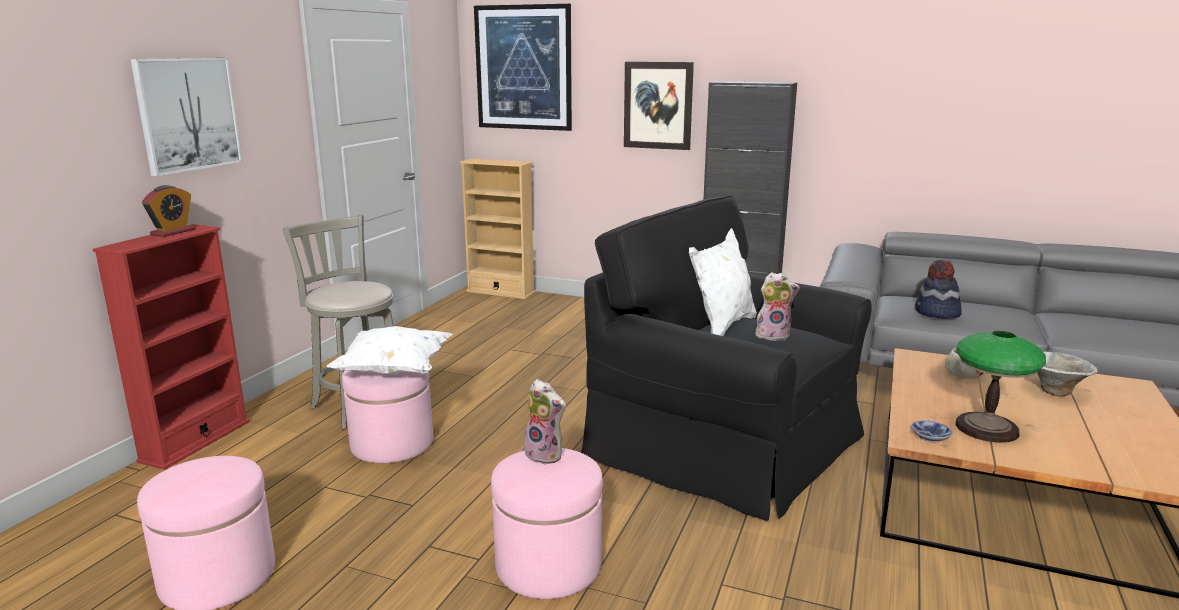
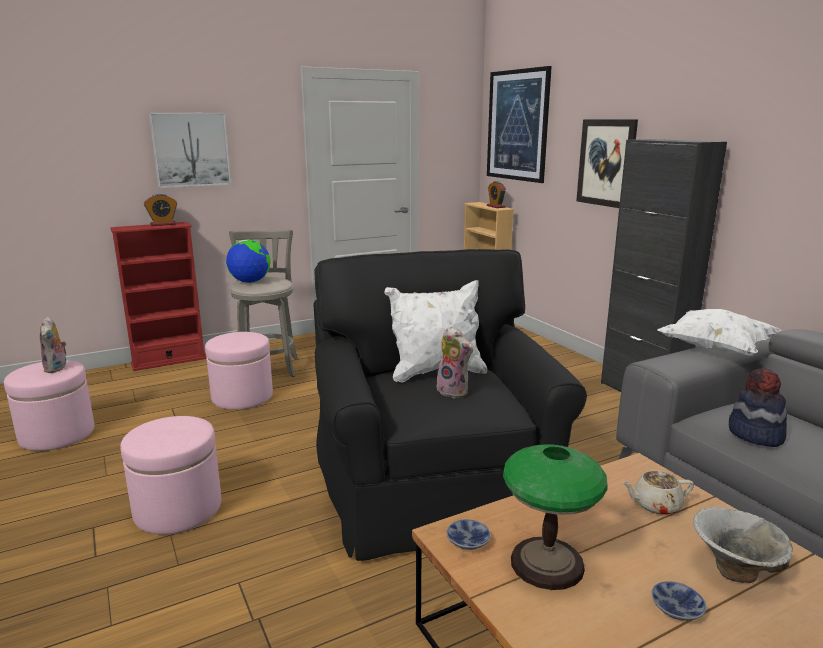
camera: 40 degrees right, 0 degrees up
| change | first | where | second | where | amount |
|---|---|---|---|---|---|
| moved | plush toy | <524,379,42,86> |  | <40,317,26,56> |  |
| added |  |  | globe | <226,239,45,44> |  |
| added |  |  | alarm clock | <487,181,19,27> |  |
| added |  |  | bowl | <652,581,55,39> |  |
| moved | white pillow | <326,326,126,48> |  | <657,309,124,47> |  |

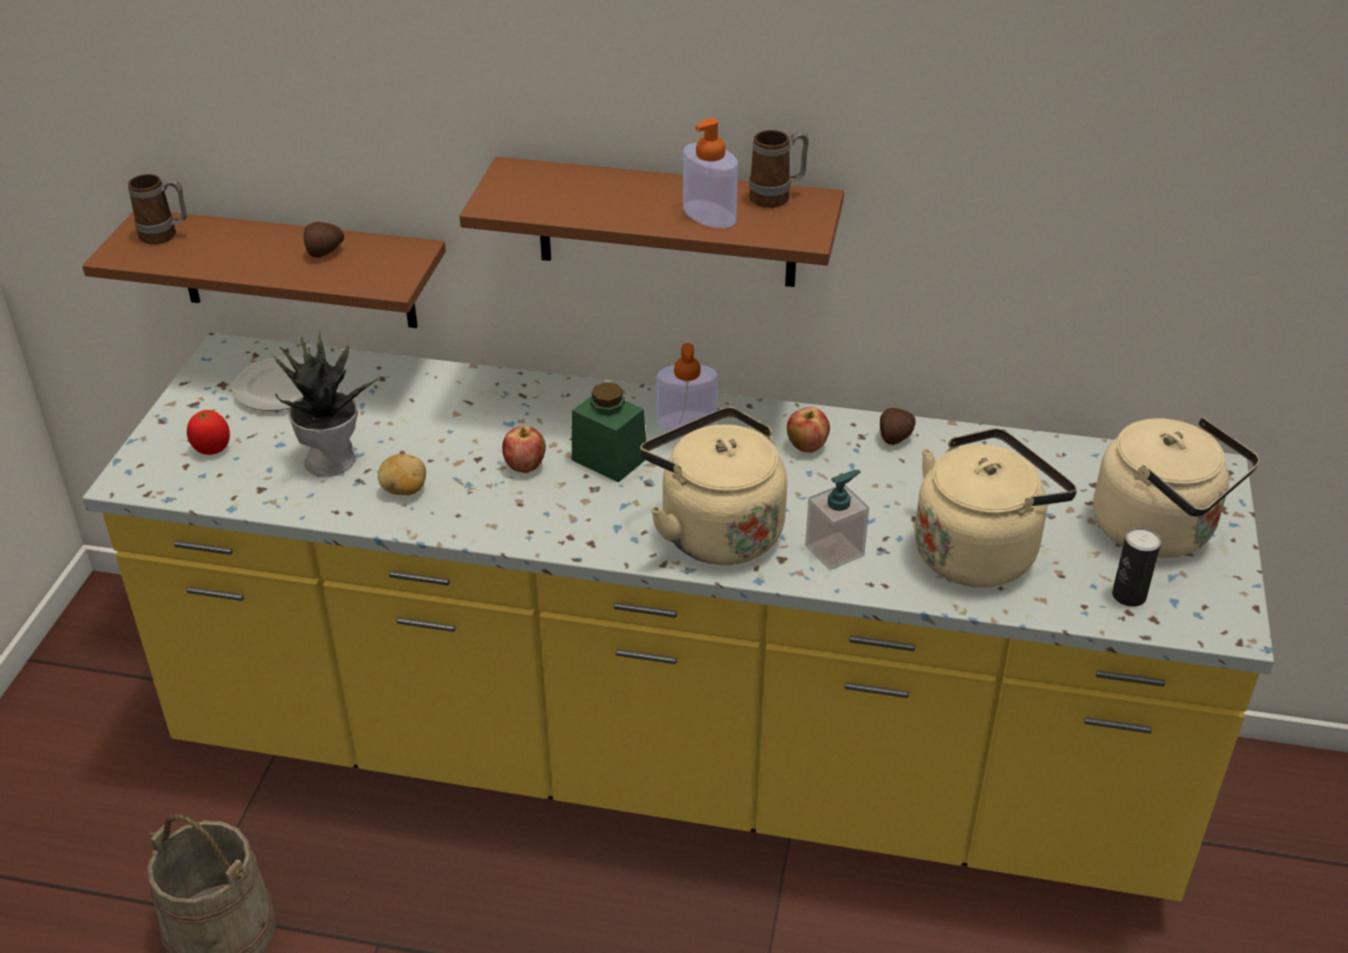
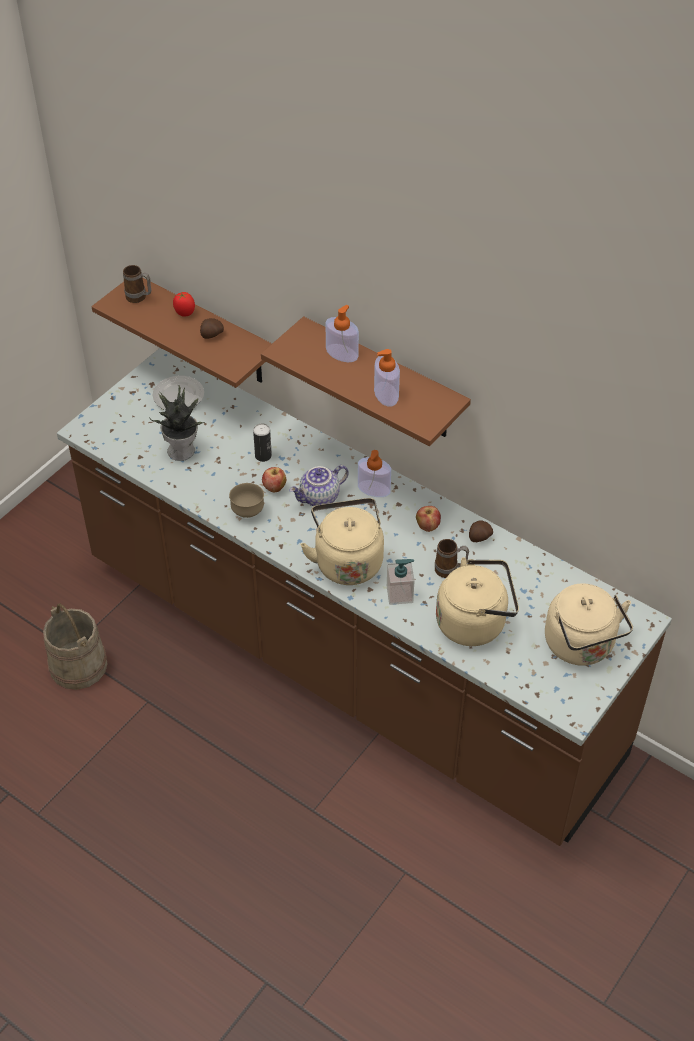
camera: 25 degrees right, 10 degrees up
| change | first | where | second | where | amount |
|---|---|---|---|---|---|
| recoloured | yellow counter | <83,333,1191,568> | brown counter | <57,348,615,498> |  |
| moved | tomato | <187,410,43,45> |  | <173,292,22,25> |  |
| added |  |  | brown bowl | <229,483,35,35> |  |
| moved | can | <1112,527,49,80> |  | <253,423,19,39> |  |
| replaced | green jar | <572,382,74,101> | teapot | <289,465,60,41> |  |
| added |  |  | soap dispenser | <325,305,34,57> |  |
| moved | mug | <749,130,60,78> |  | <435,539,34,39> |  |
| removed | potato | <378,454,48,41> |  |  |  |

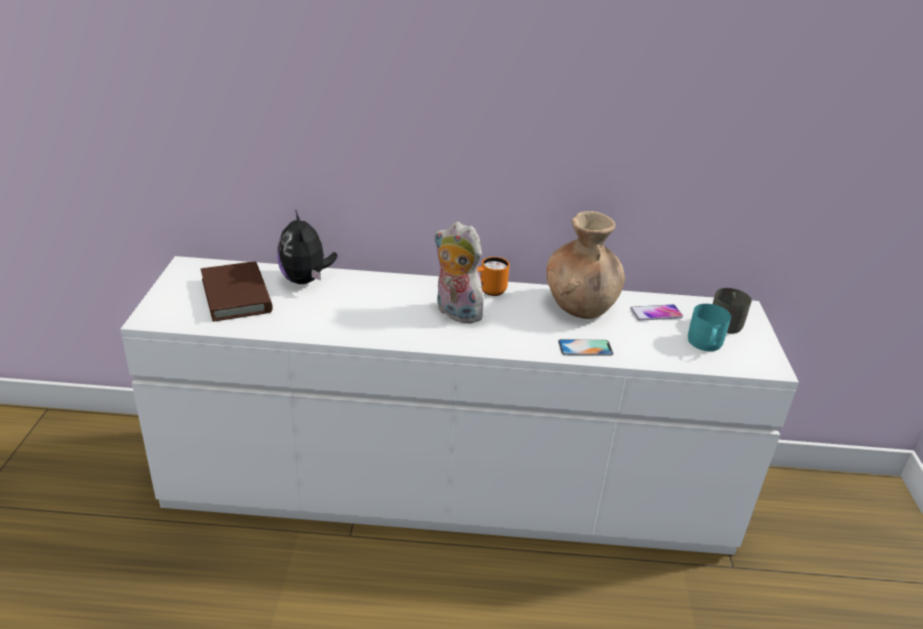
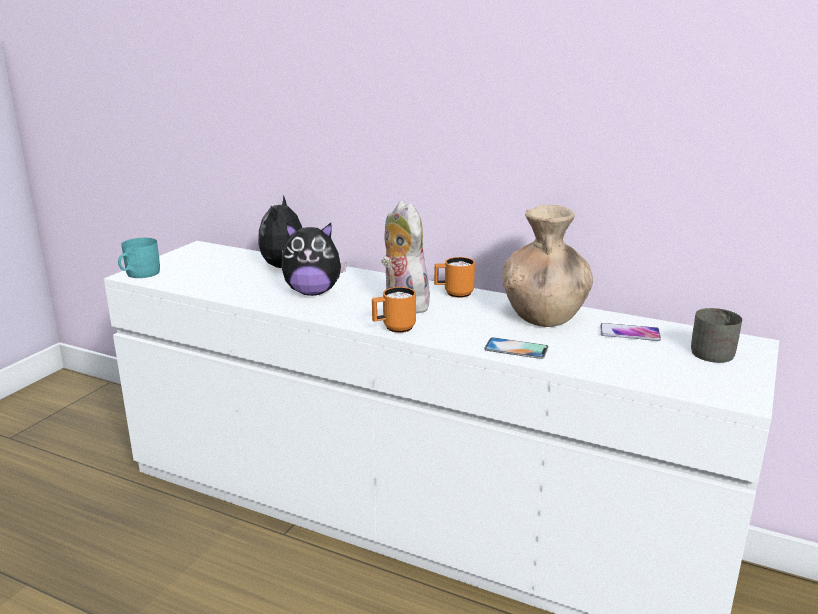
camera: 25 degrees right, 10 degrees down
| change | first | where | second | where | amount |
|---|---|---|---|---|---|
| moved | turquoise mug | <688,304,43,47> |  | <118,238,42,40> |  |
| added |  |  | plush toy | <281,223,66,73> |  |
| added |  |  | orange mug | <372,287,44,46> |  |
| removed | brown book | <201,262,72,60> |  |  |  |

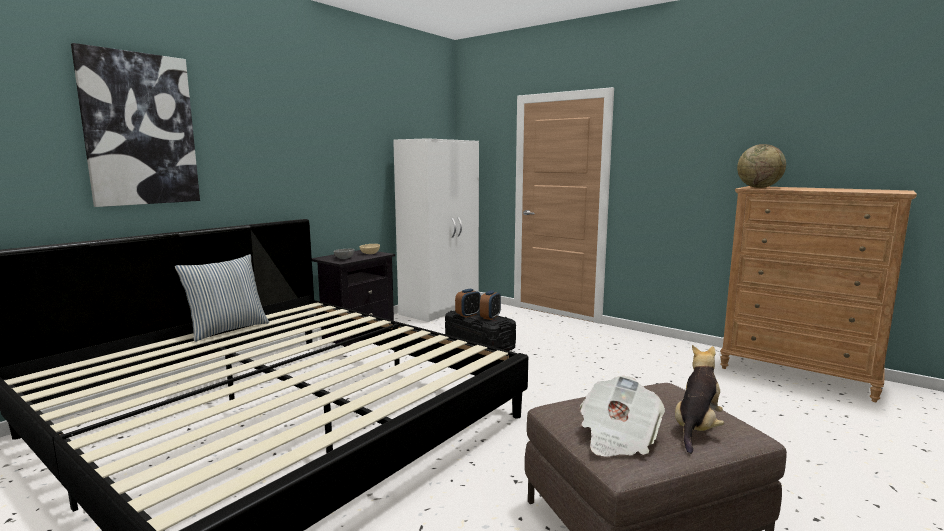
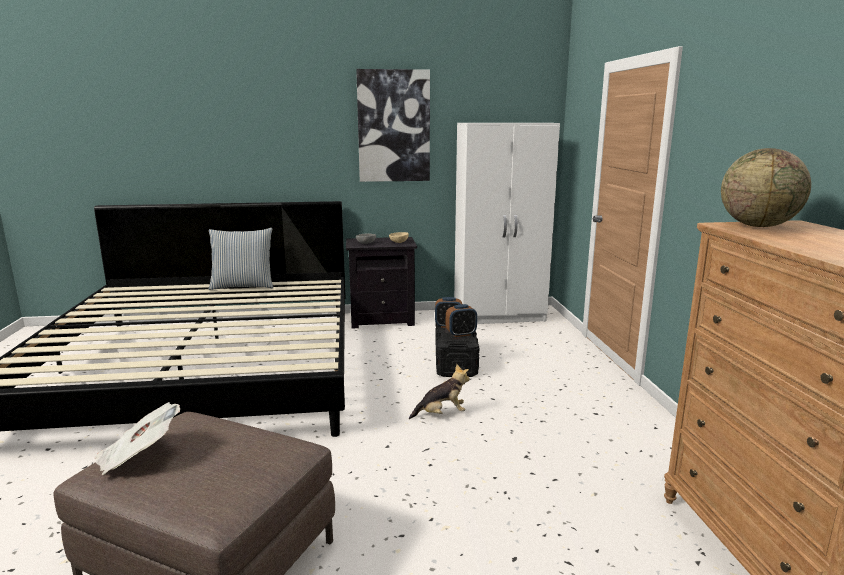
camera: 45 degrees right, 5 degrees up
| change | first | where | second | where | amount |
|---|---|---|---|---|---|
| moved | picture | <71,43,129,164> |  | <356,69,74,113> |  |
| moved | plush toy | <675,345,49,109> |  | <409,364,61,55> |  |

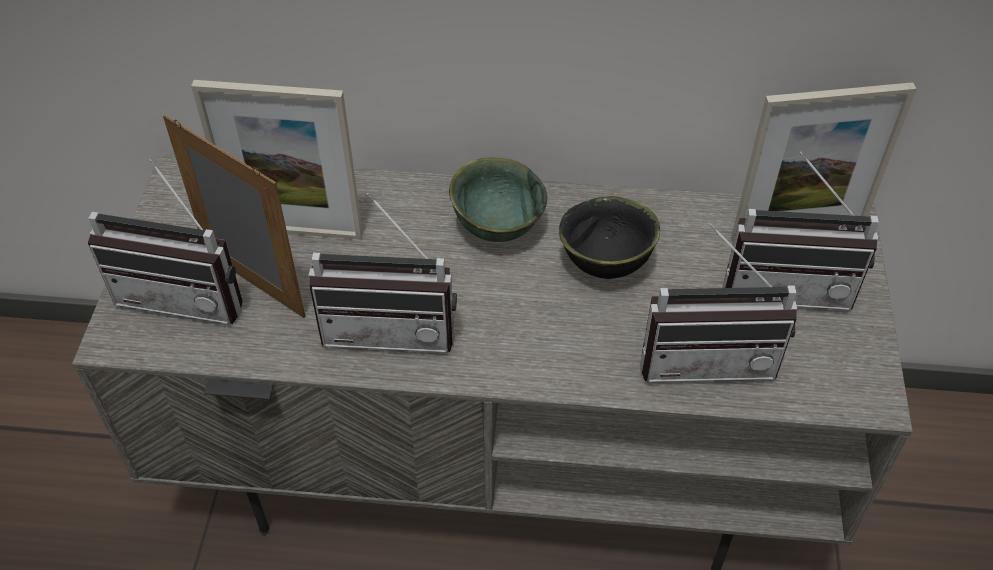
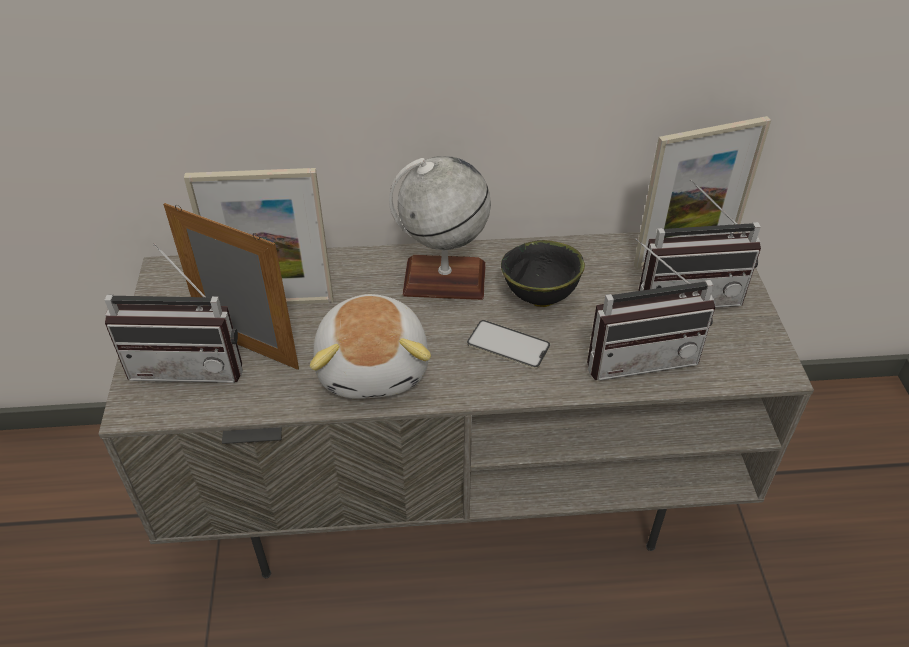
camera: 10 degrees left, 5 degrees down
| change | first | where | second | where | amount |
|---|---|---|---|---|---|
| replaced | radio | <308,193,149,160> | plush toy | <310,294,121,105> |  |
| replaced | green bowl | <449,158,99,84> | globe | <389,156,102,144> |  |
| added |  |  | phone | <467,320,83,49> |  |

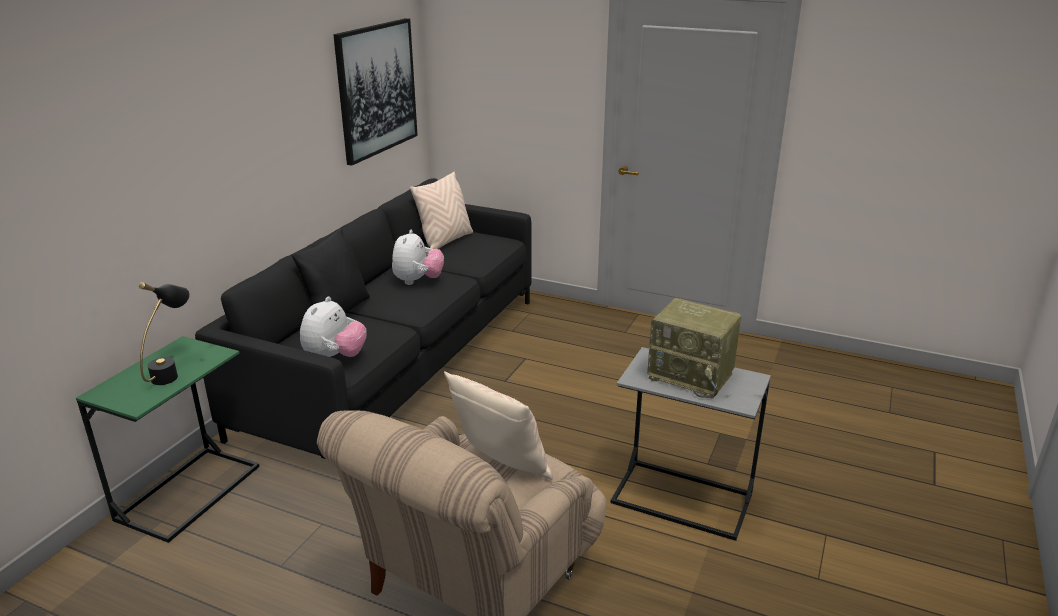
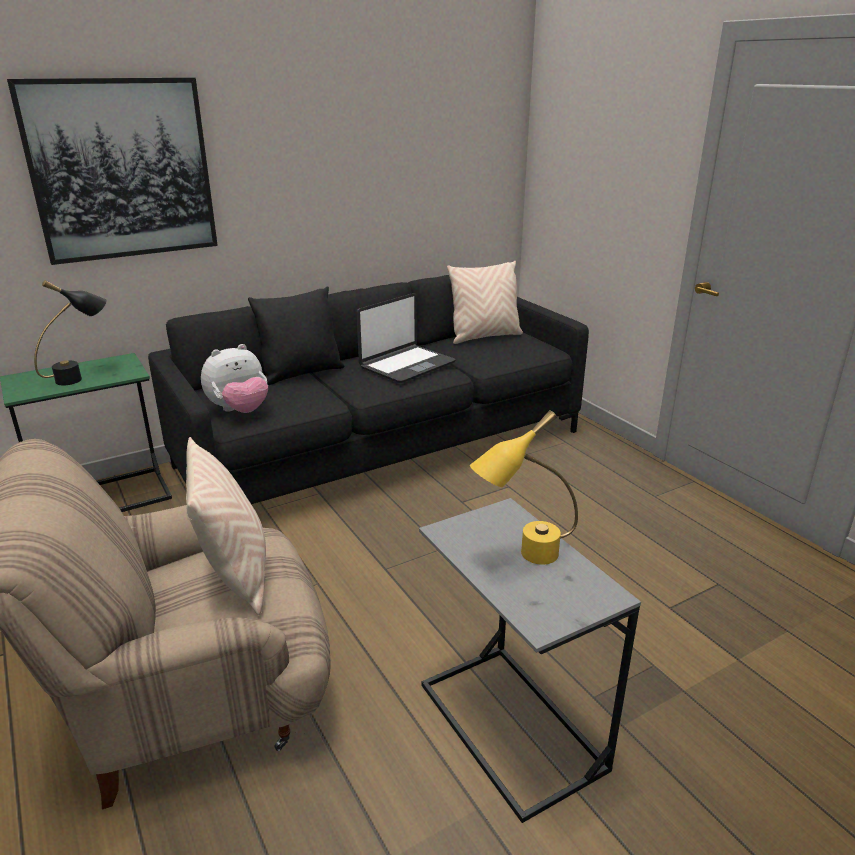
camera: 35 degrees right, 0 degrees up
| change | first | where | second | where | amount |
|---|---|---|---|---|---|
| moved | picture | <333,18,85,147> |  | <7,78,211,187> |  |
| replaced | plush toy | <392,230,52,55> | laptop | <356,293,100,90> |  |
| replaced | radio | <647,298,95,101> | yellow table lamp | <470,410,108,155> |  |

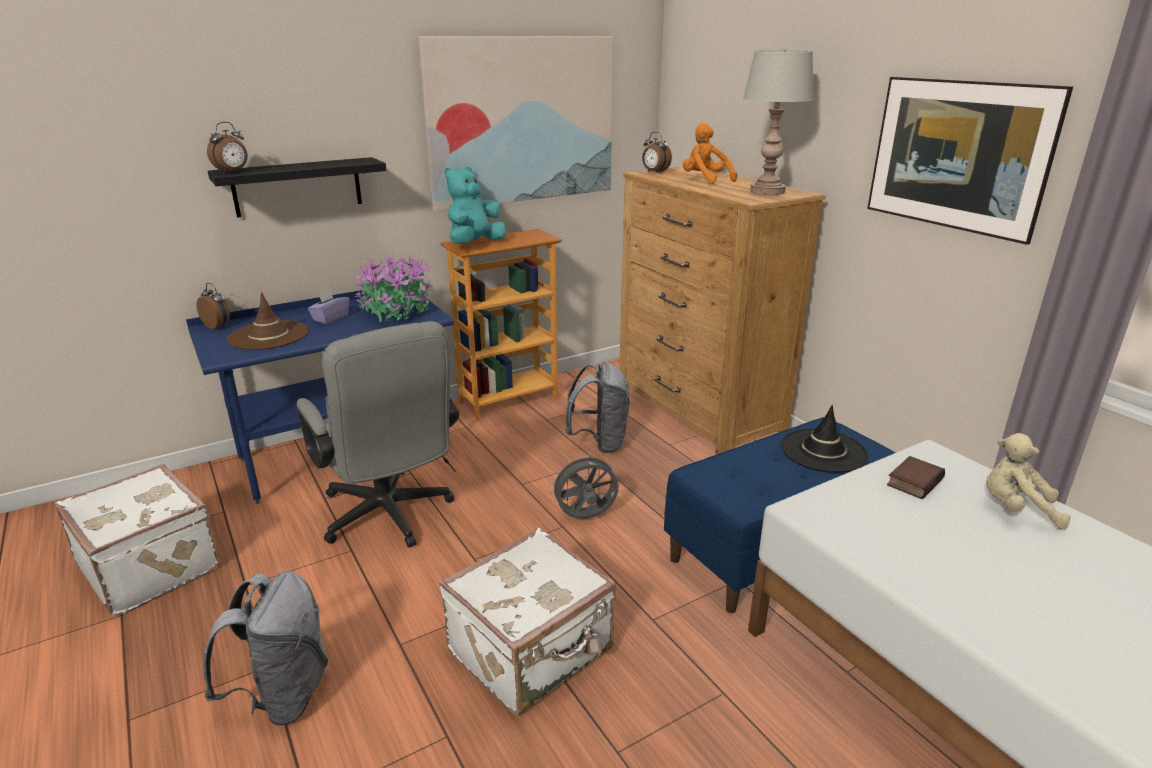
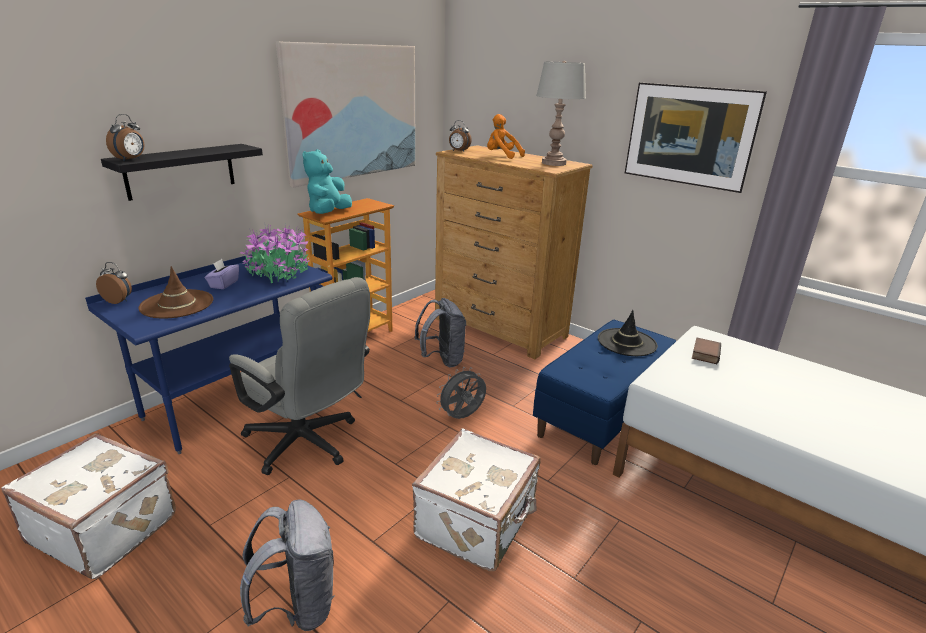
camera: 20 degrees left, 0 degrees up
| change | first | where | second | where | amount |
|---|---|---|---|---|---|
| removed | beige plush toy | <986,433,85,96> |  |  |  |

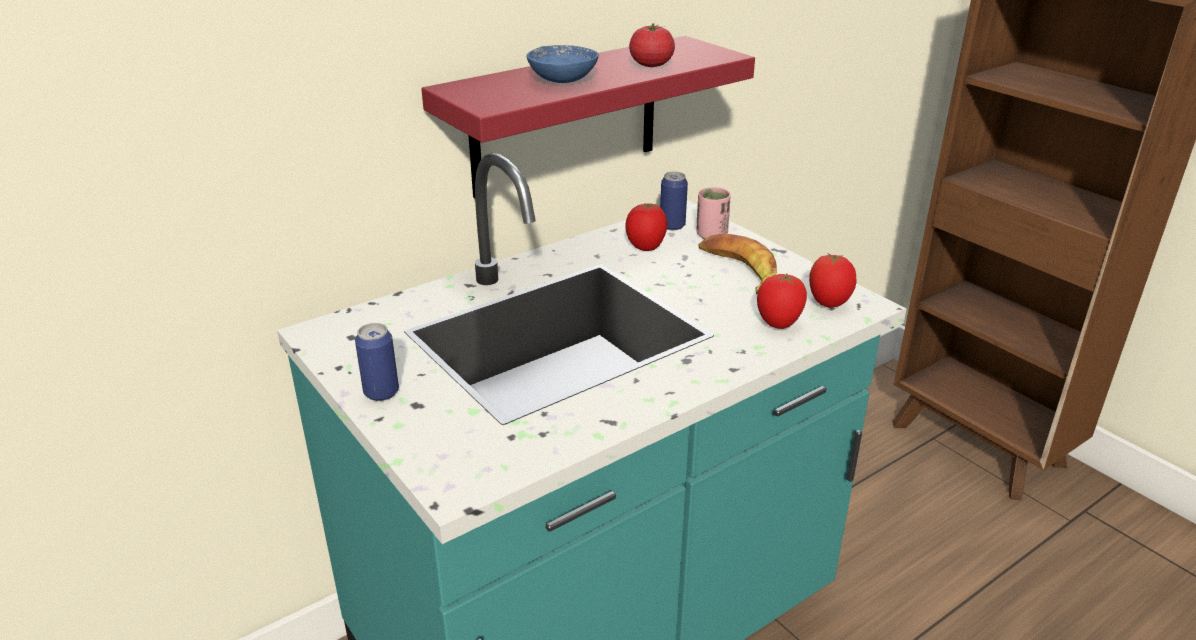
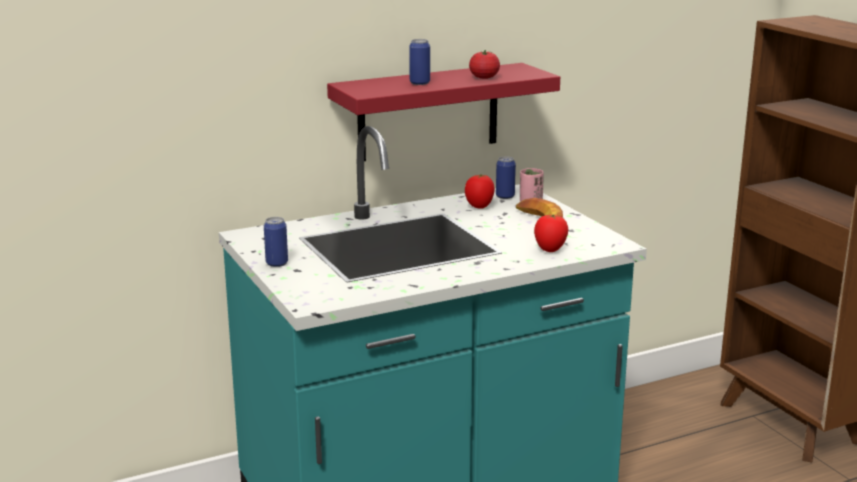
camera: 10 degrees right, 10 degrees down
| change | first | where | second | where | amount |
|---|---|---|---|---|---|
| replaced | blue bowl | <527,45,72,38> | can | <409,39,21,46> |  |
| removed | tomato | <809,254,47,54> |  |  |  |

